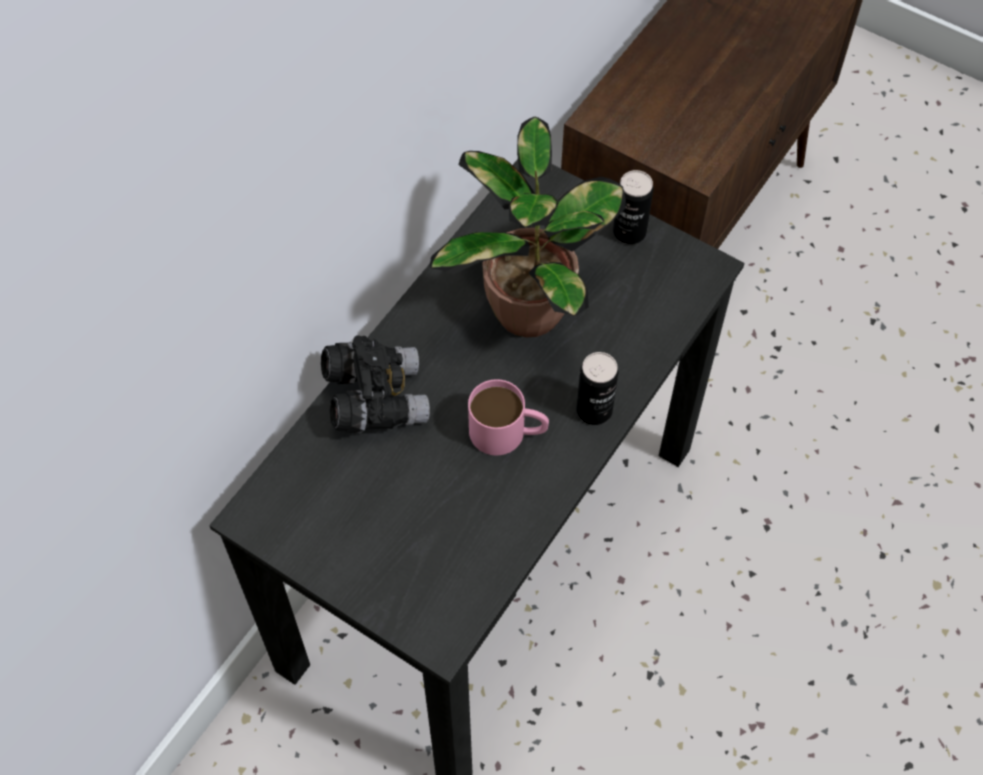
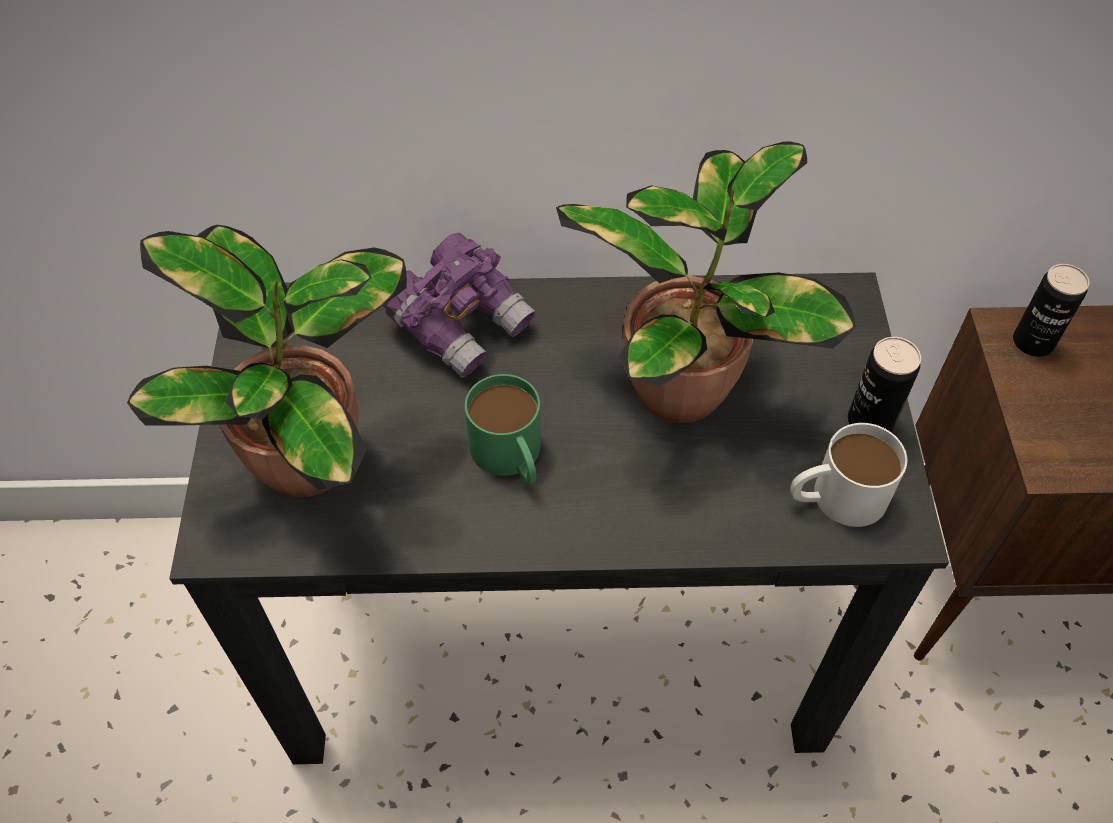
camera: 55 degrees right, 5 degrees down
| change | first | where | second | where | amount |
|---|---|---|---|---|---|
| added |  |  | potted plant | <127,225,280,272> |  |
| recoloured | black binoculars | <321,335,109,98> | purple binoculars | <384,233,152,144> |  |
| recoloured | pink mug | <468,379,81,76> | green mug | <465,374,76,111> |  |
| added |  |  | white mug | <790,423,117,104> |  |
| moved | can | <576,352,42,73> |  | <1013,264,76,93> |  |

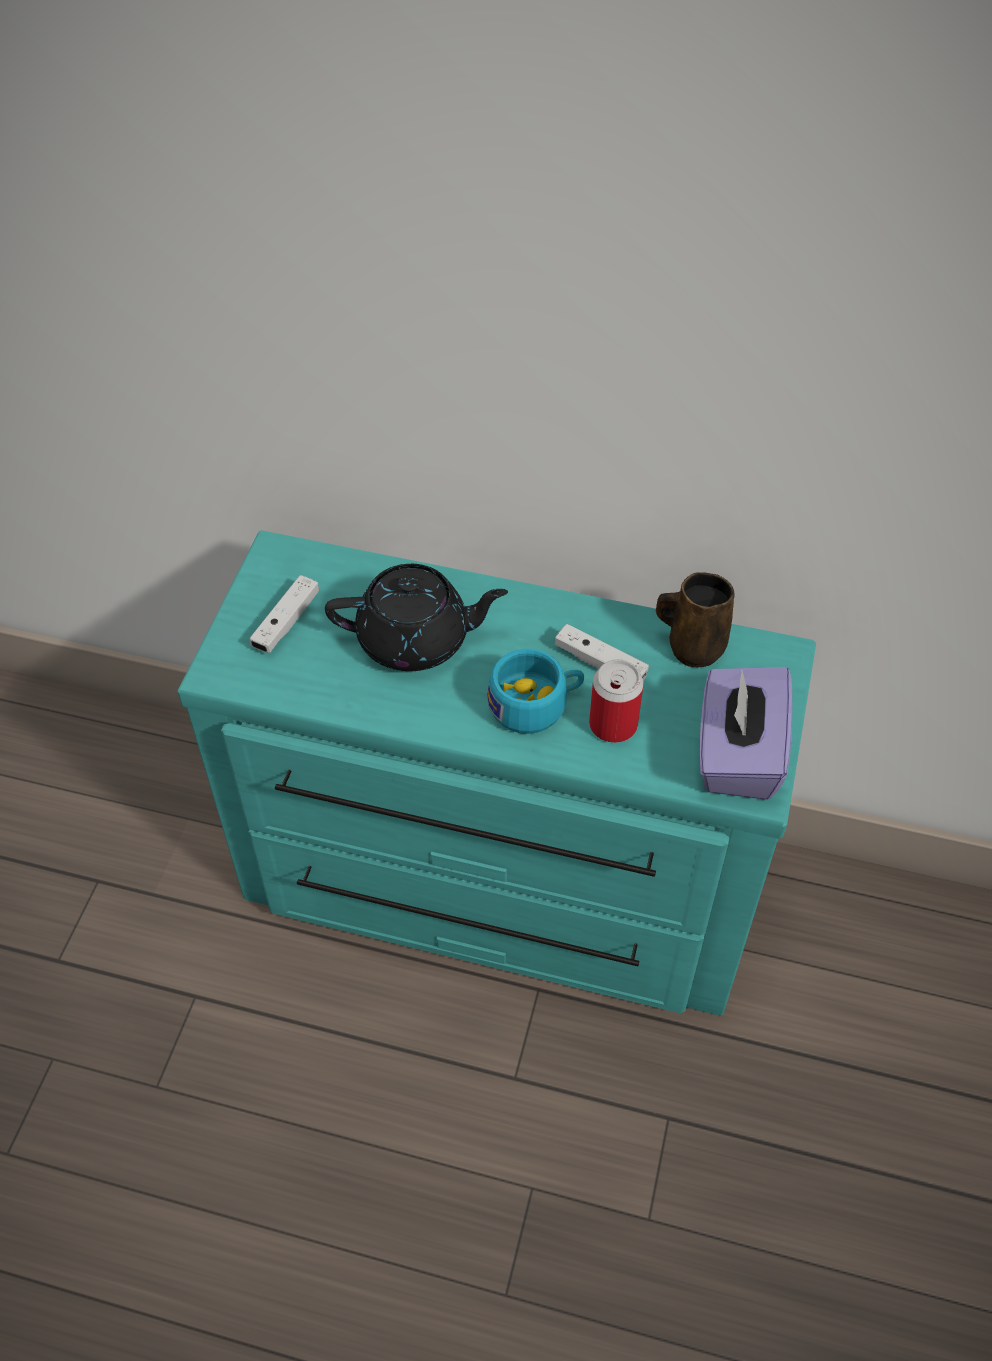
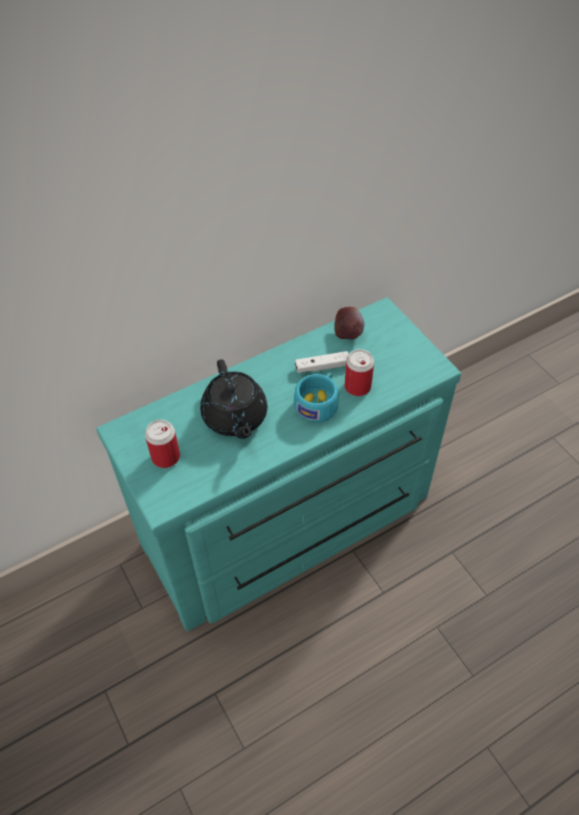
camera: 45 degrees left, 0 degrees up
| change | first | where | second | where | amount |
|---|---|---|---|---|---|
| replaced | white game controller | <249,575,70,78> | can | <145,419,35,49> |  |
| turned | black teapot | <325,564,183,107> |  | <200,359,67,80> | 120 degrees clockwise |
| replaced | brown mug | <656,572,78,95> | apple | <334,307,31,33> |  |
| removed | purple tissue box | <699,667,93,133> |  |  |  |

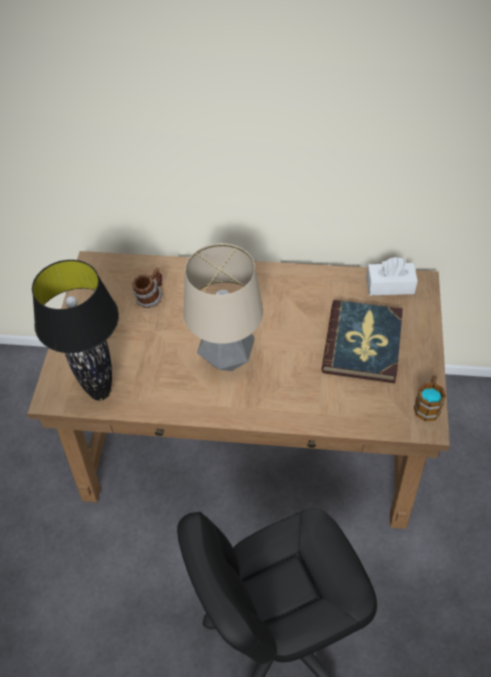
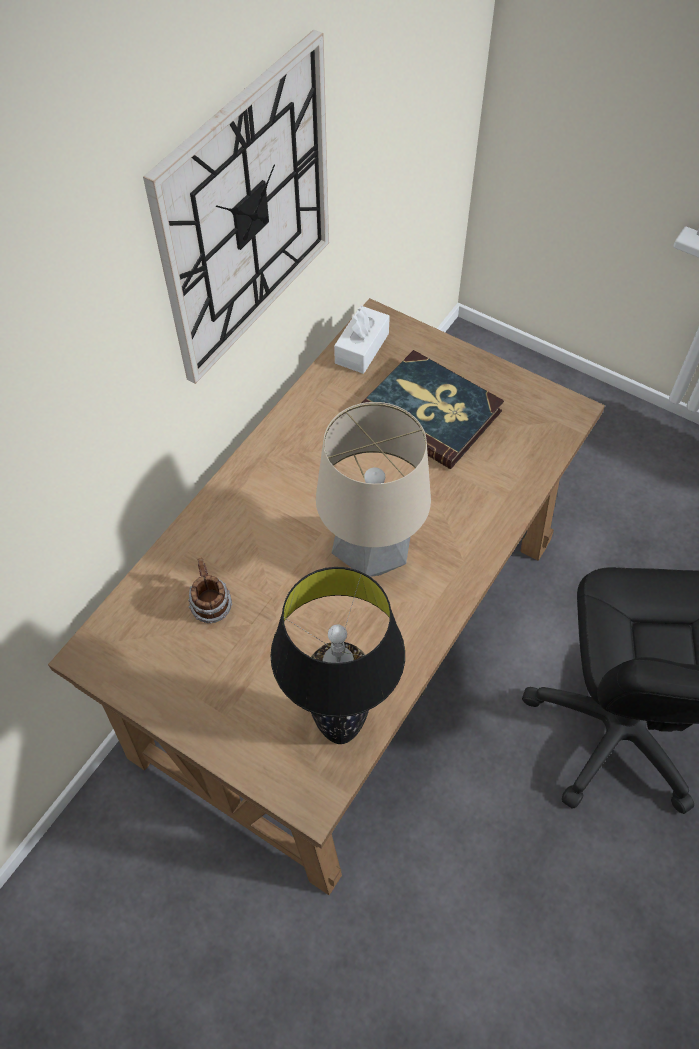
camera: 65 degrees left, 5 degrees up
| change | first | where | second | where | amount |
|---|---|---|---|---|---|
| added |  |  | wall clock | <143,29,186,355> |  |
| removed | mug | <414,376,32,45> |  |  |  |

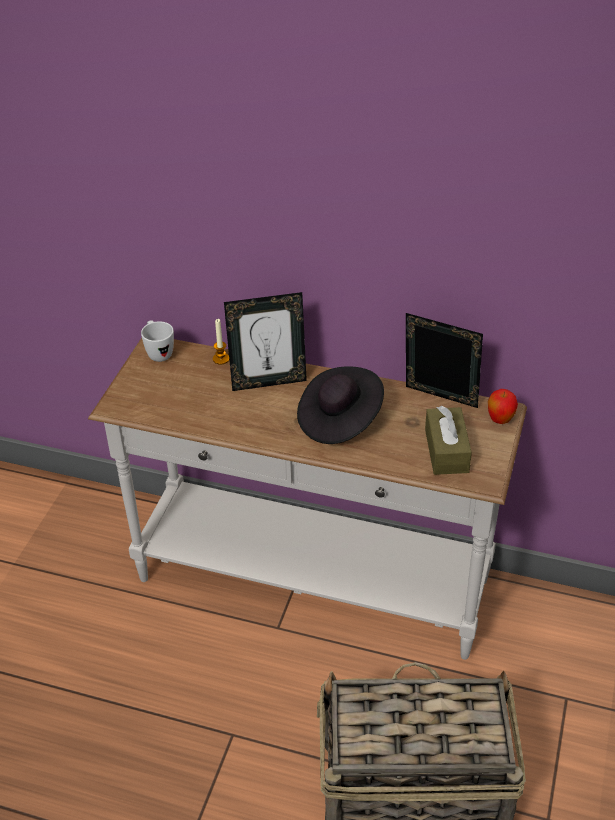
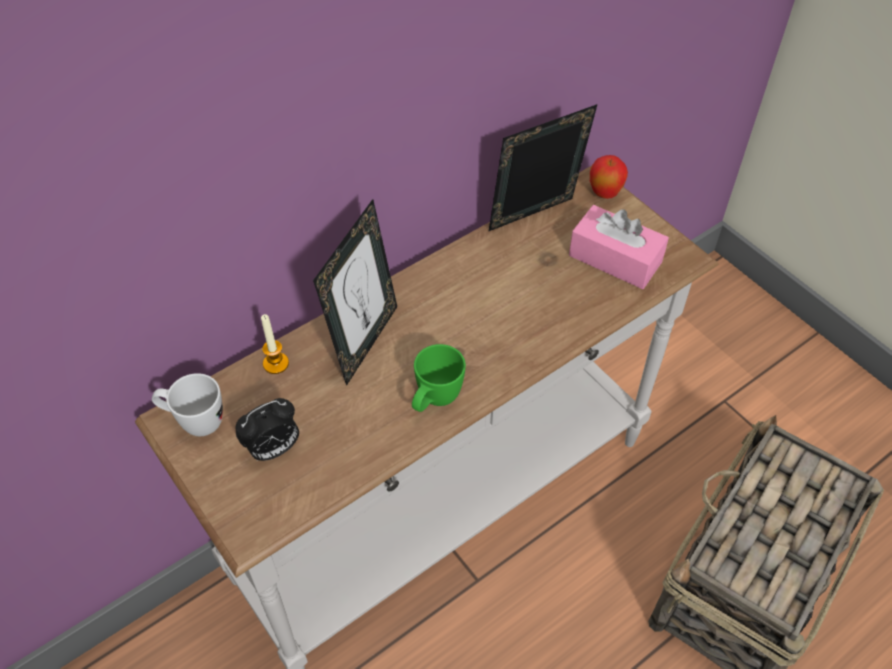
camera: 55 degrees left, 10 degrees up
| change | first | where | second | where | amount |
|---|---|---|---|---|---|
| added |  |  | alarm clock | <235,398,64,63> |  |
| added |  |  | green mug | <412,344,54,68> |  |
| recoloured | brown tissue box | <425,406,47,69> | pink tissue box | <569,205,100,84> |  |
| removed | black hat | <297,366,87,78> |  |  |  |

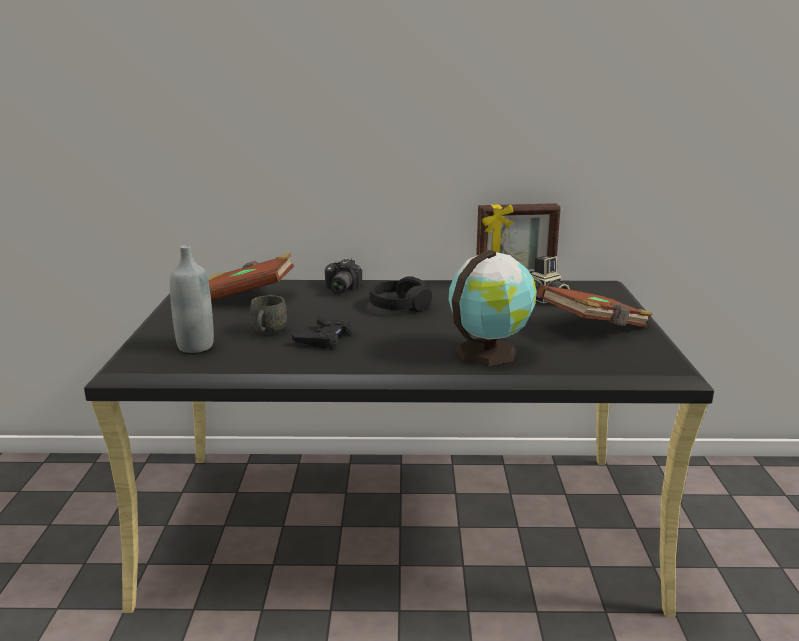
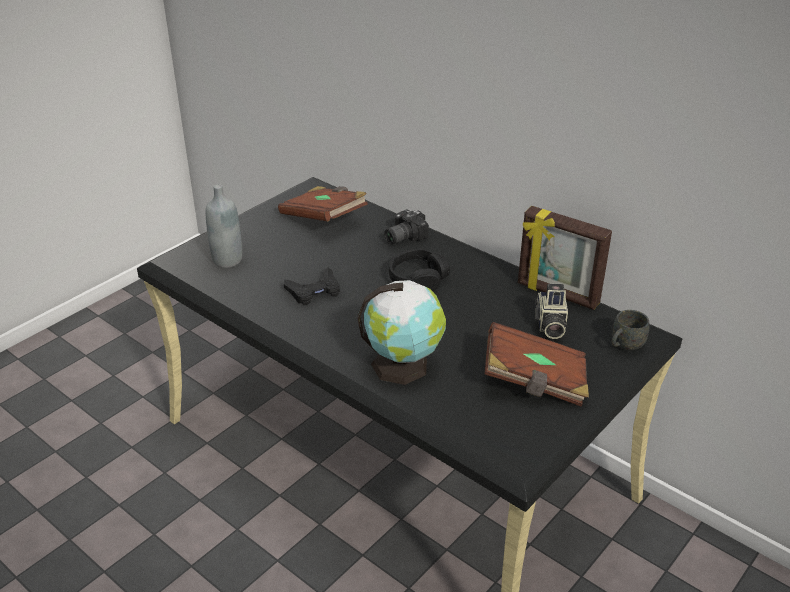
camera: 40 degrees right, 15 degrees up
| change | first | where | second | where | amount |
|---|---|---|---|---|---|
| moved | grey mug | <250,295,37,40> |  | <612,310,38,40> |  |

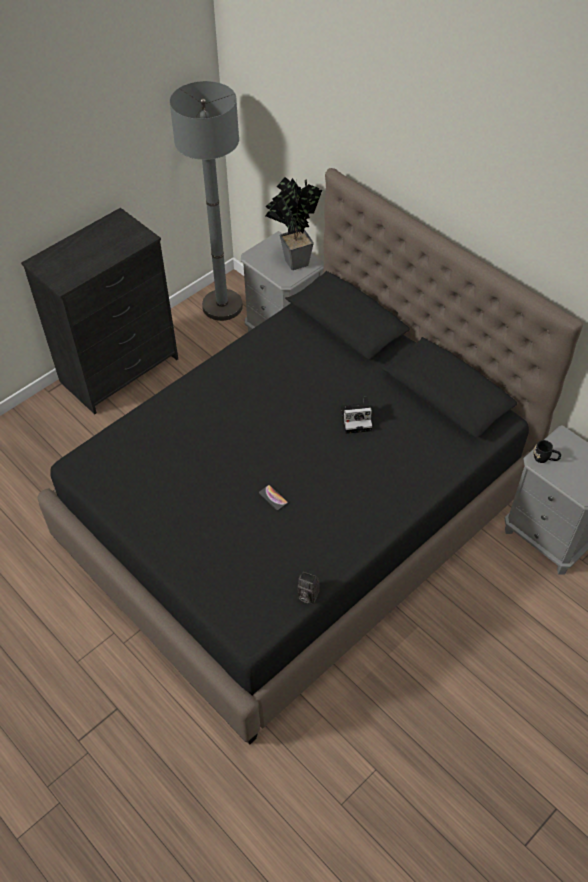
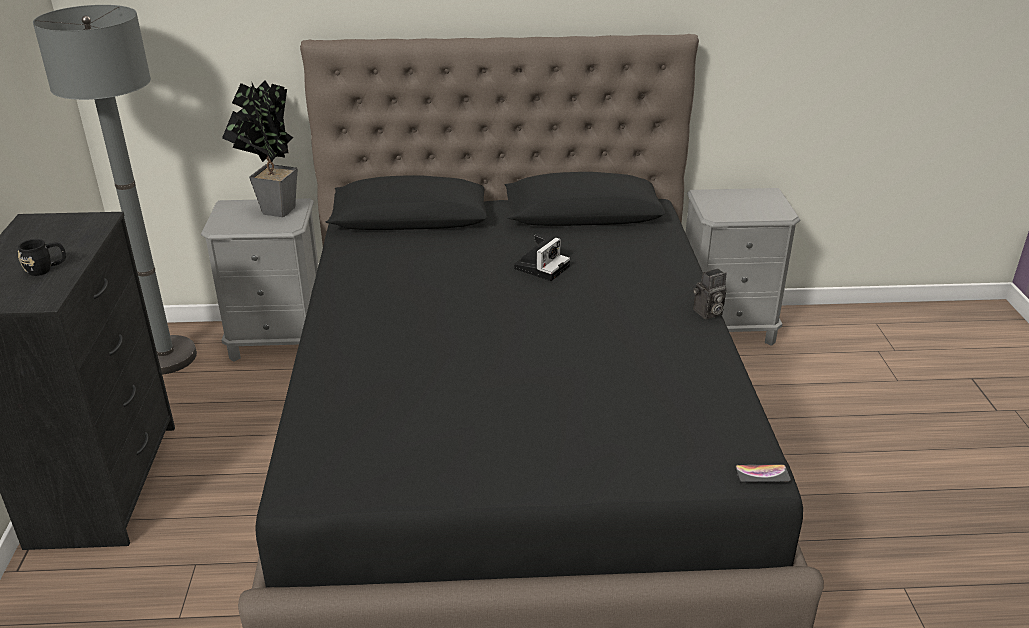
camera: 50 degrees left, 20 degrees down
| change | first | where | second | where | amount |
|---|---|---|---|---|---|
| moved | black mug | <533,440,28,23> |  | <18,239,48,37> |  |
| moved | photo camera | <297,571,23,33> |  | <693,268,33,51> |  |
| moved | phone | <259,485,29,26> |  | <735,464,56,19> |  |

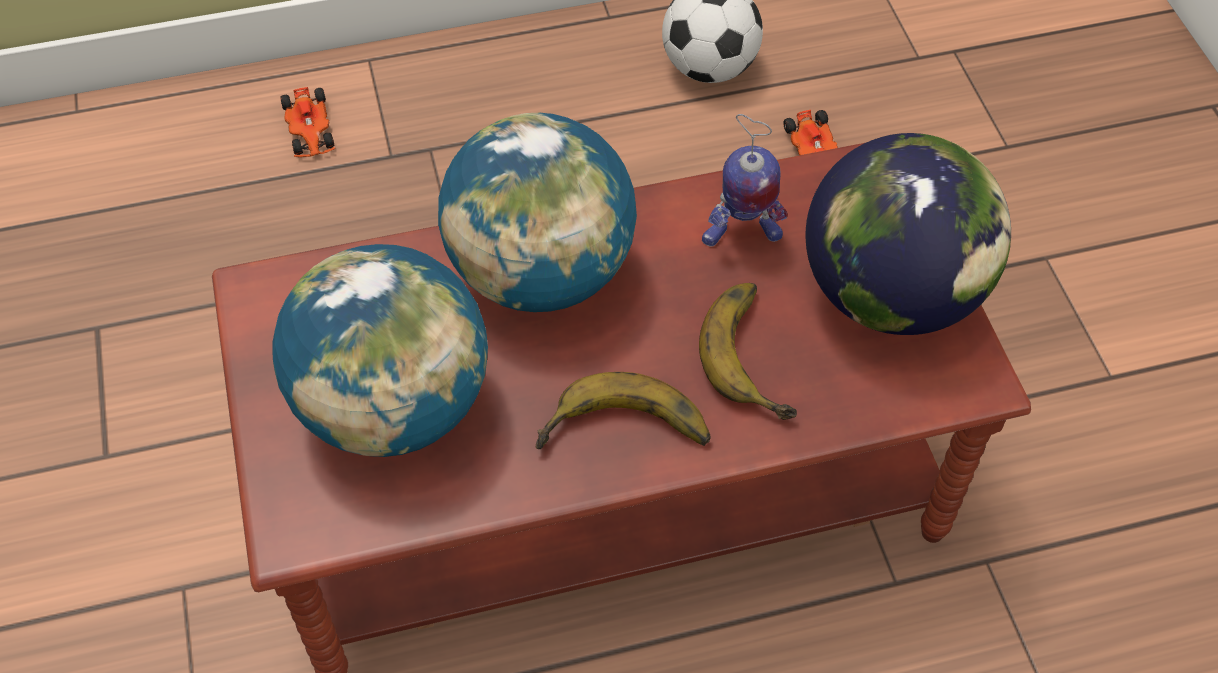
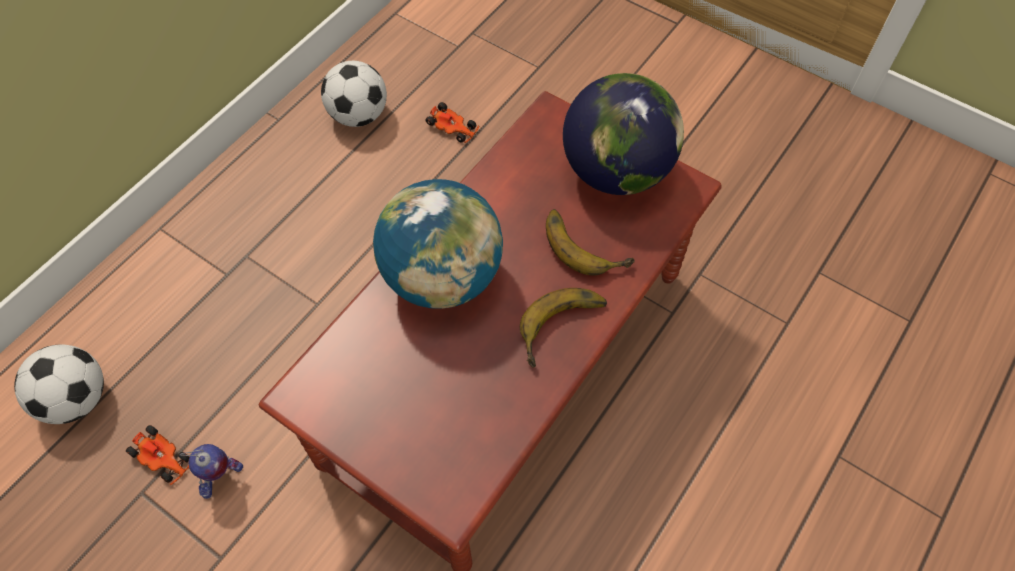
camera: 40 degrees left, 5 degrees up
| change | first | where | second | where | amount |
|---|---|---|---|---|---|
| added |  |  | football | <14,344,90,80> |  |
| moved | toy car | <280,87,56,70> |  | <126,425,64,60> |  |
| moved | toy robot | <702,114,86,132> |  | <179,444,64,55> |  |
| removed | globe | <273,244,215,213> |  |  |  |

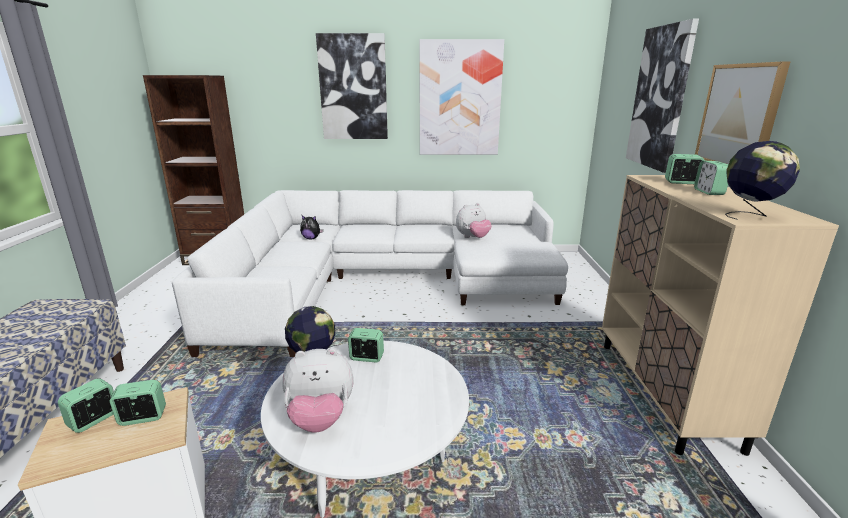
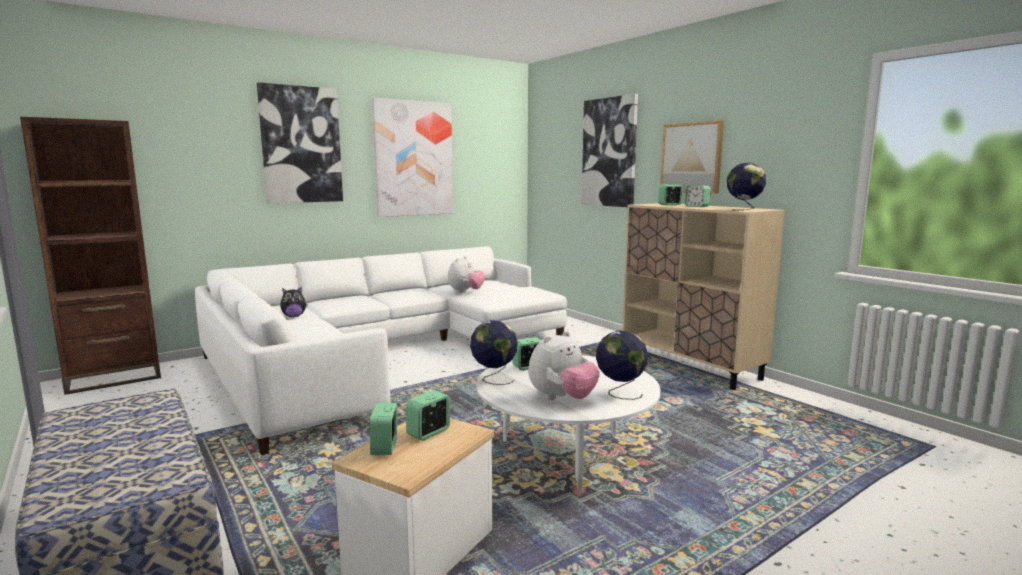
camera: 35 degrees left, 10 degrees down
| change | first | where | second | where | amount |
|---|---|---|---|---|---|
| added |  |  | globe | <596,330,52,70> |  |

